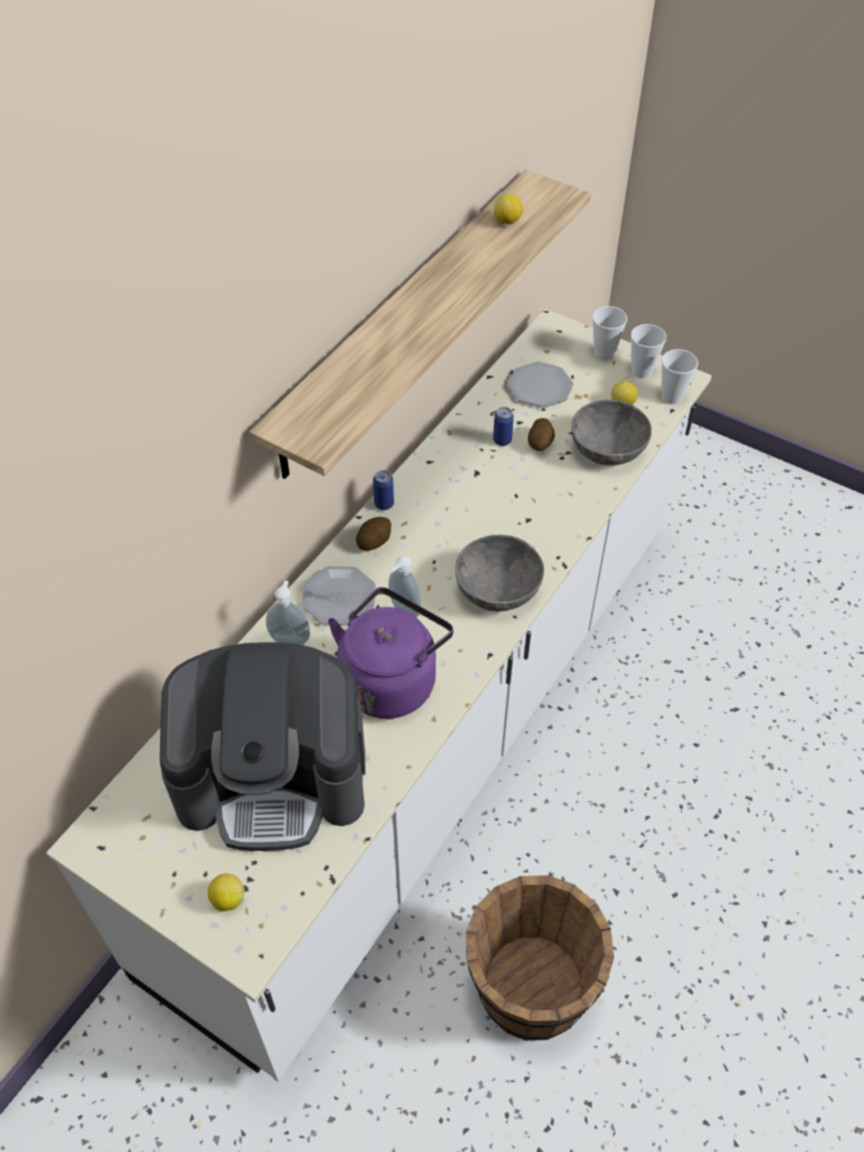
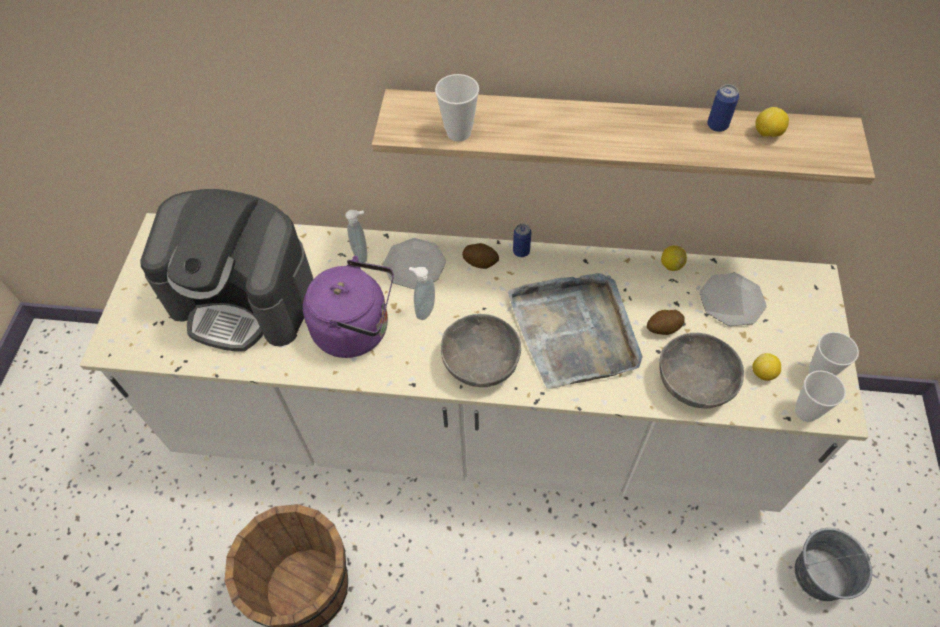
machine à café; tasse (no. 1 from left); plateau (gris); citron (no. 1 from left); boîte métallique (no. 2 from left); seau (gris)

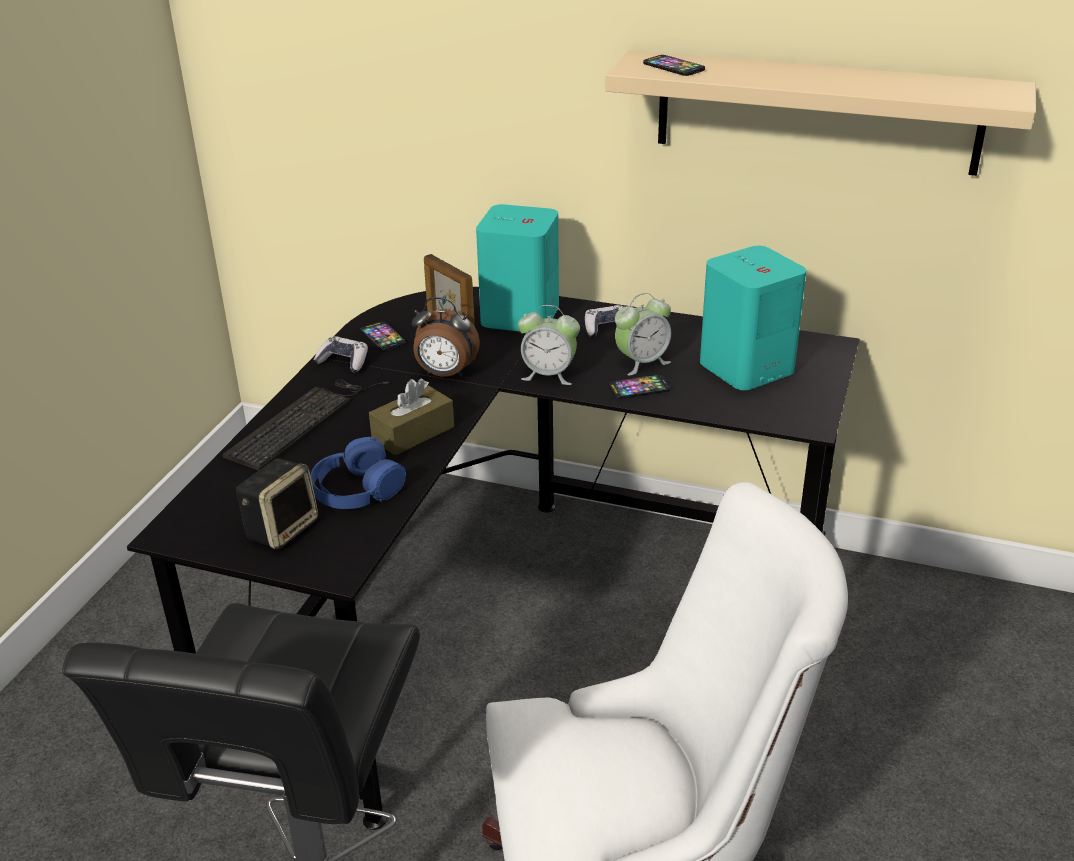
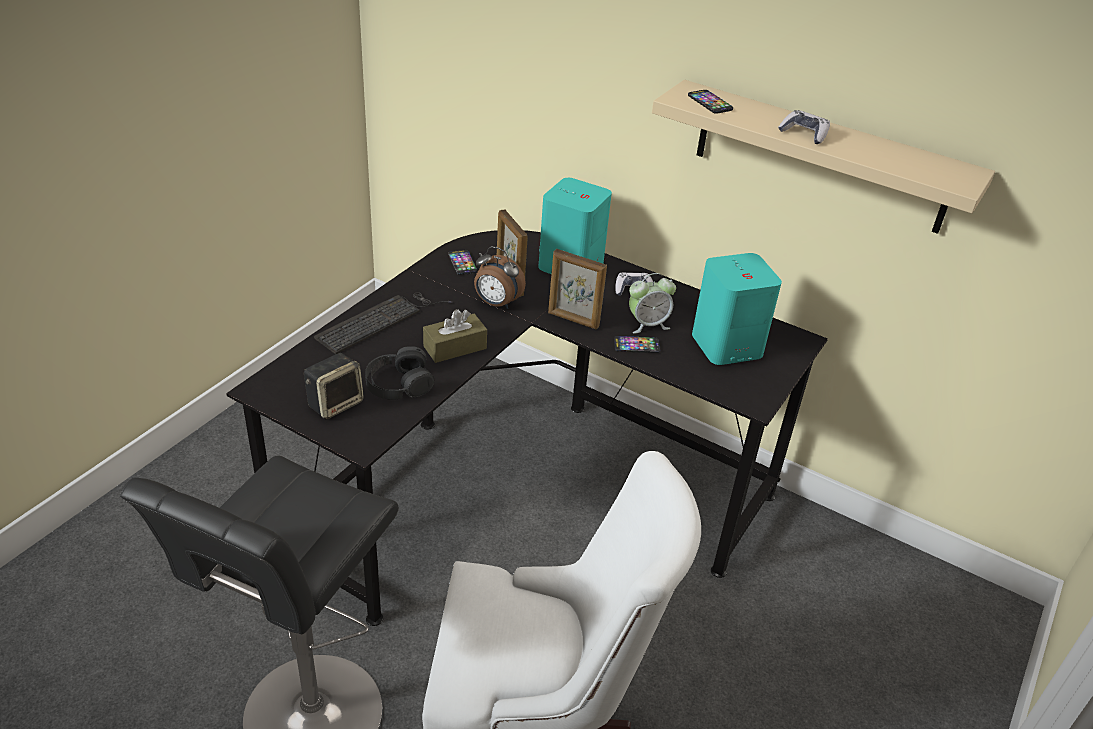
casque audio (noir); cadre photo (no. 2 from left); manette (no. 2 from left)

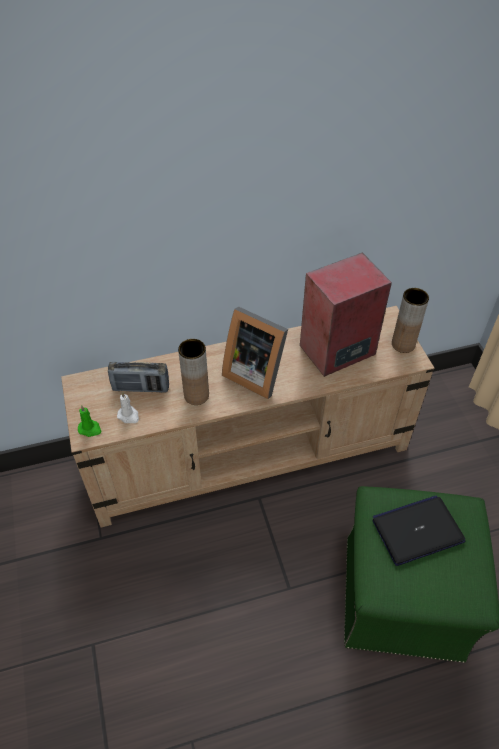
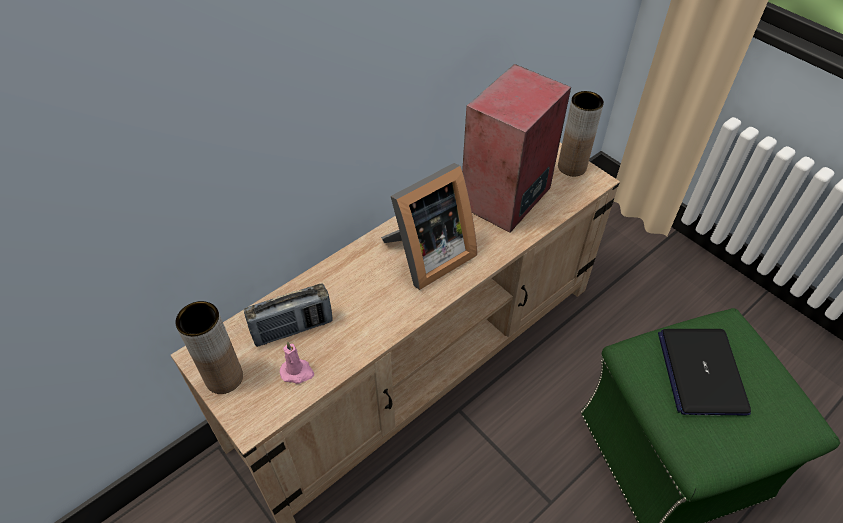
vase (marron) (no. 1 from left); bougie (rose); cadre photo; ordinateur portable; bougie (vert)

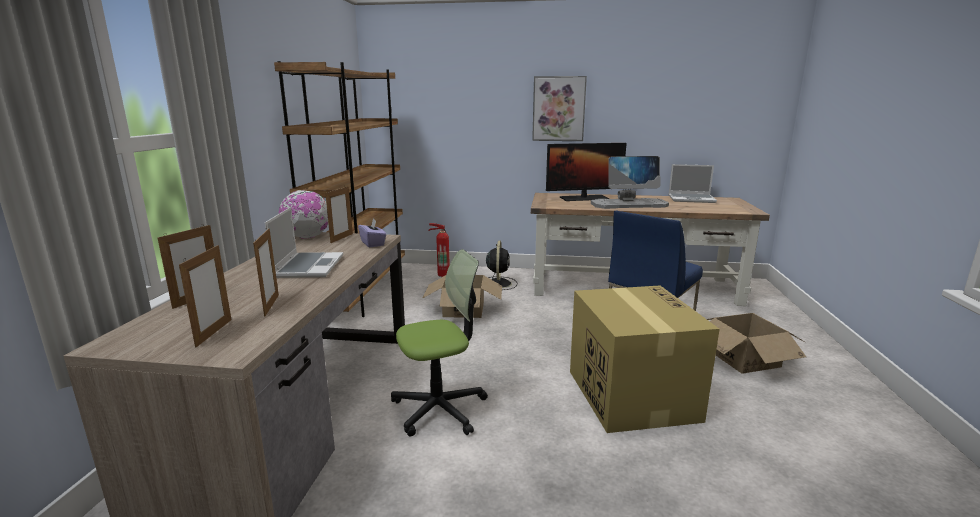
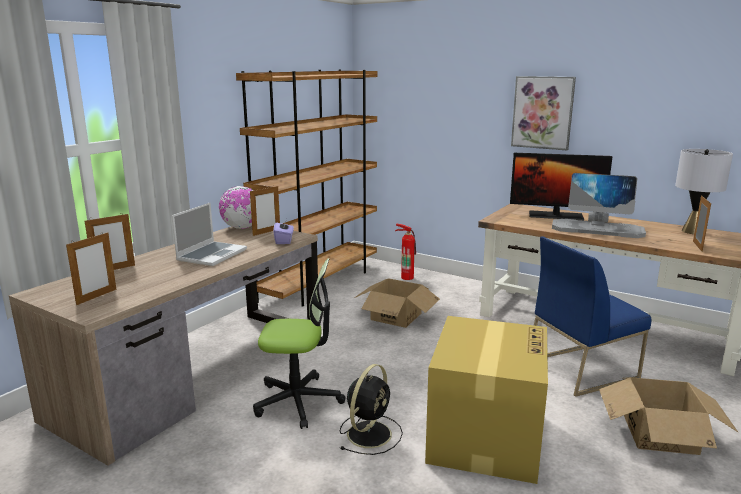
ventilateur (noir); lampe de table (gris); cadre photo (no. 4 from left)

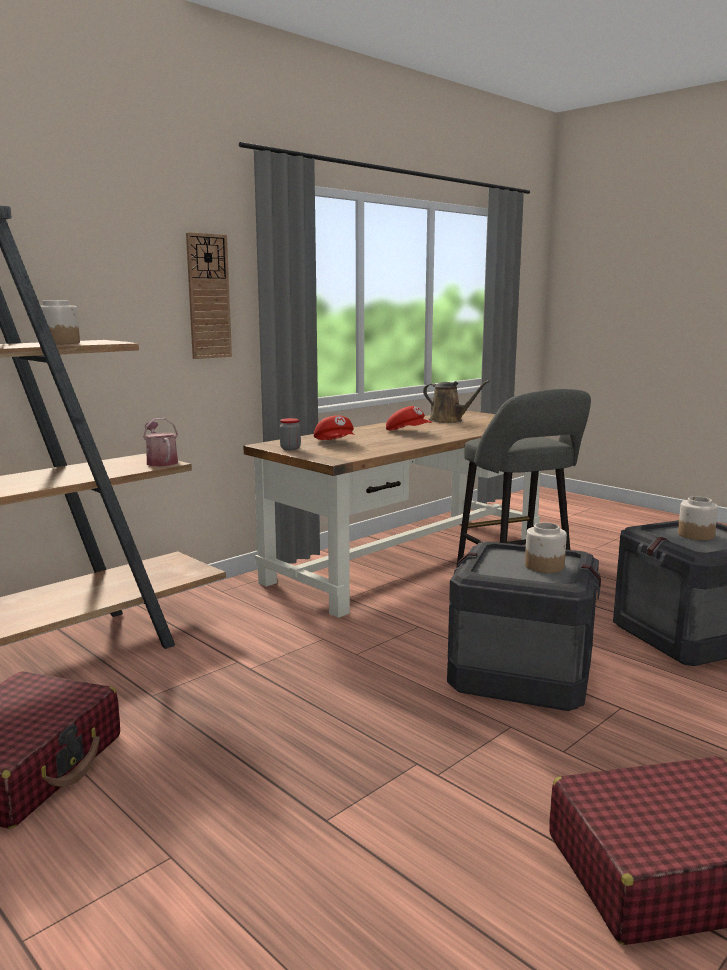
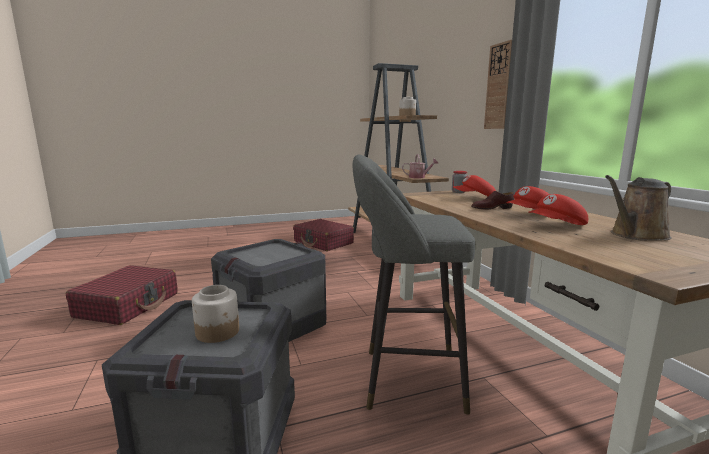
chaussure (marron); casquette (rouge) (no. 3 from left); bocal (no. 3 from left in the first image)

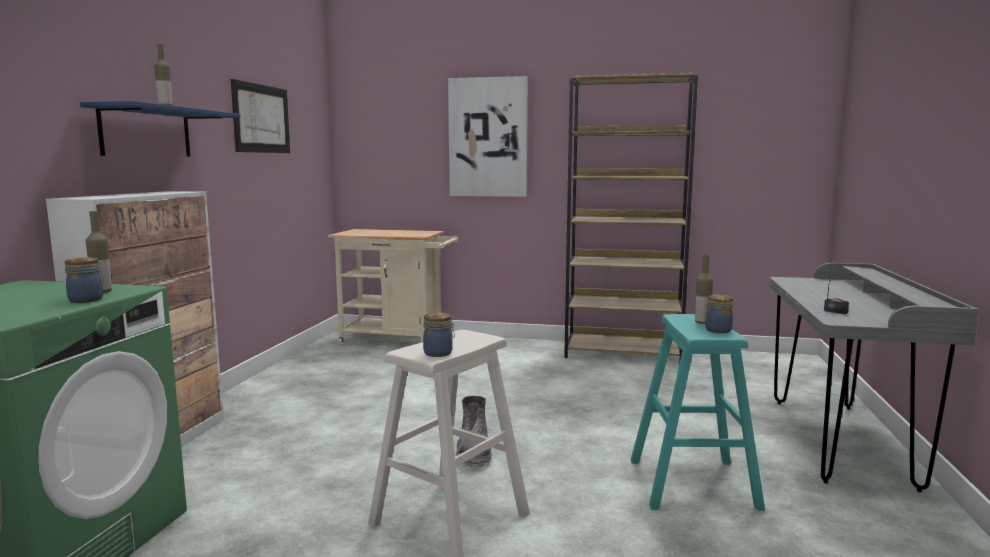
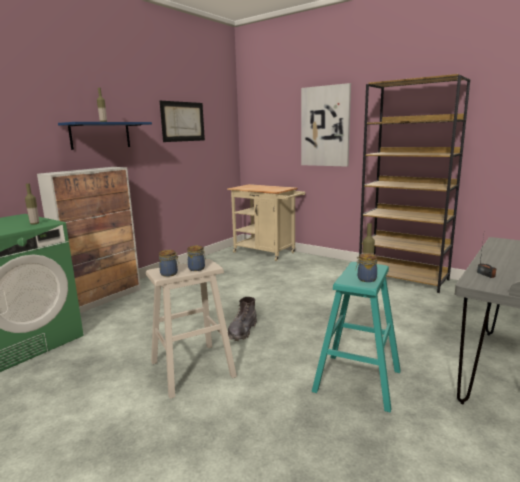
bocal (no. 2 from left)

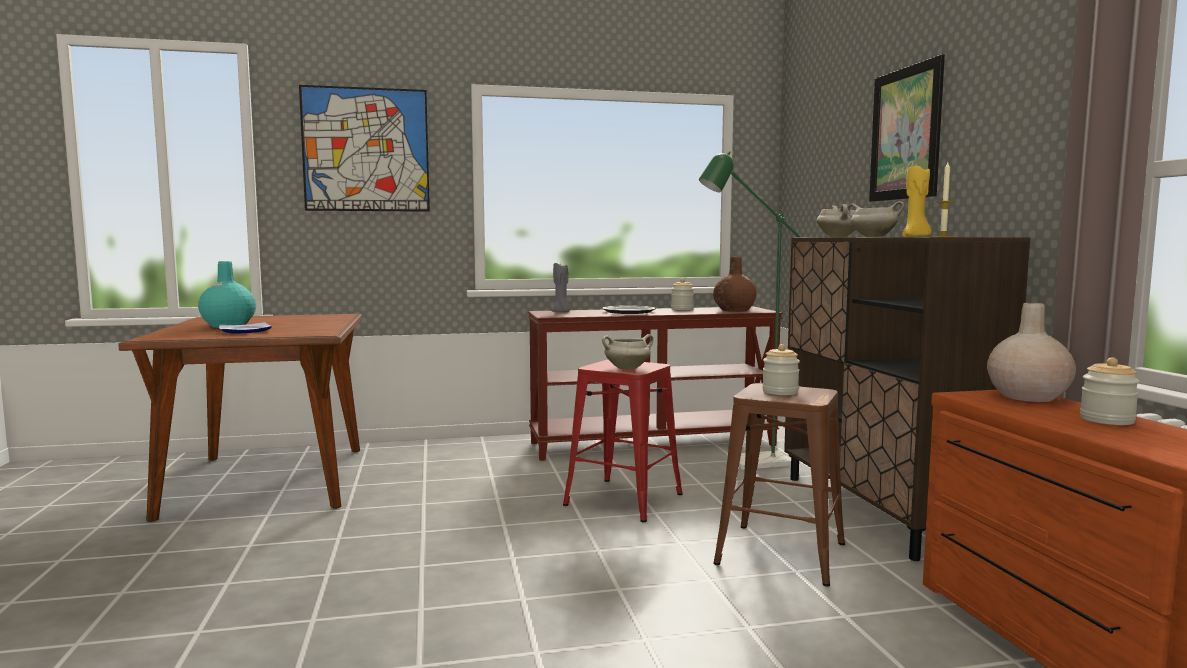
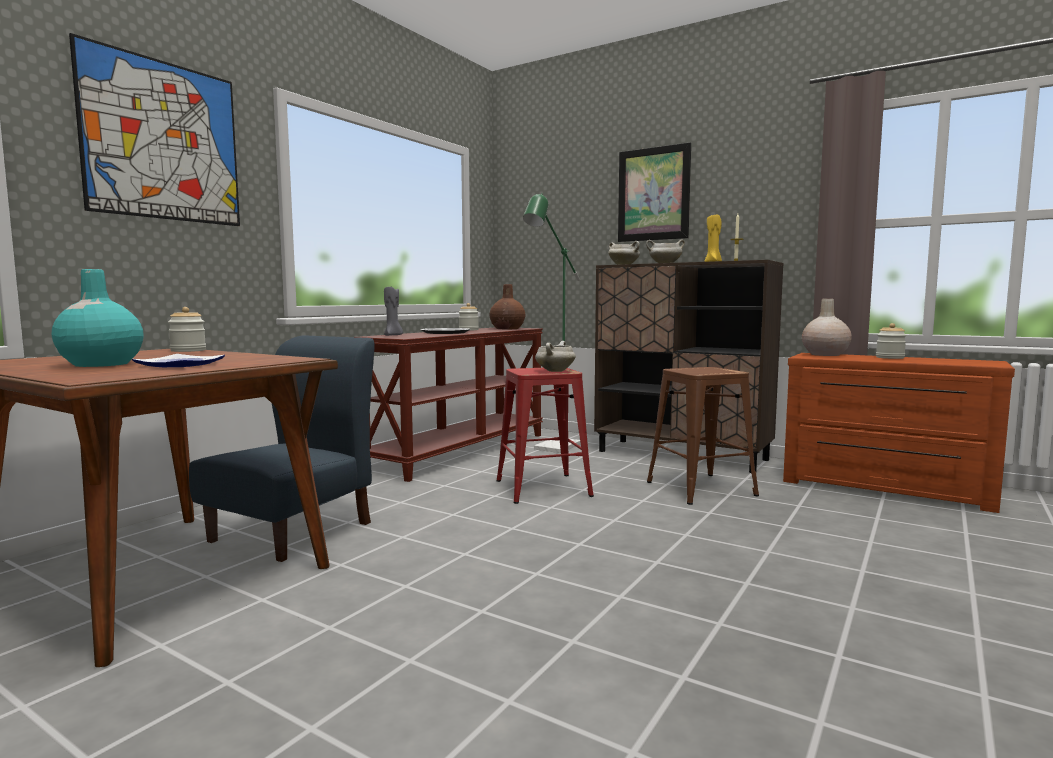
bocal (no. 1 from left); chaise (bleu)

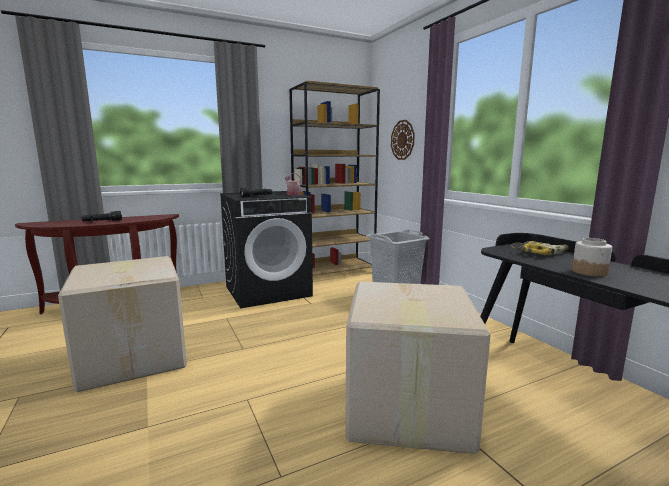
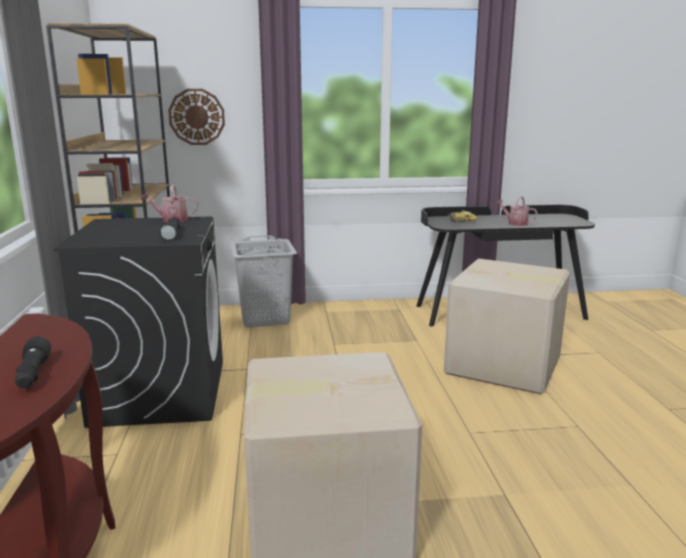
arrosoir (no. 2 from left)

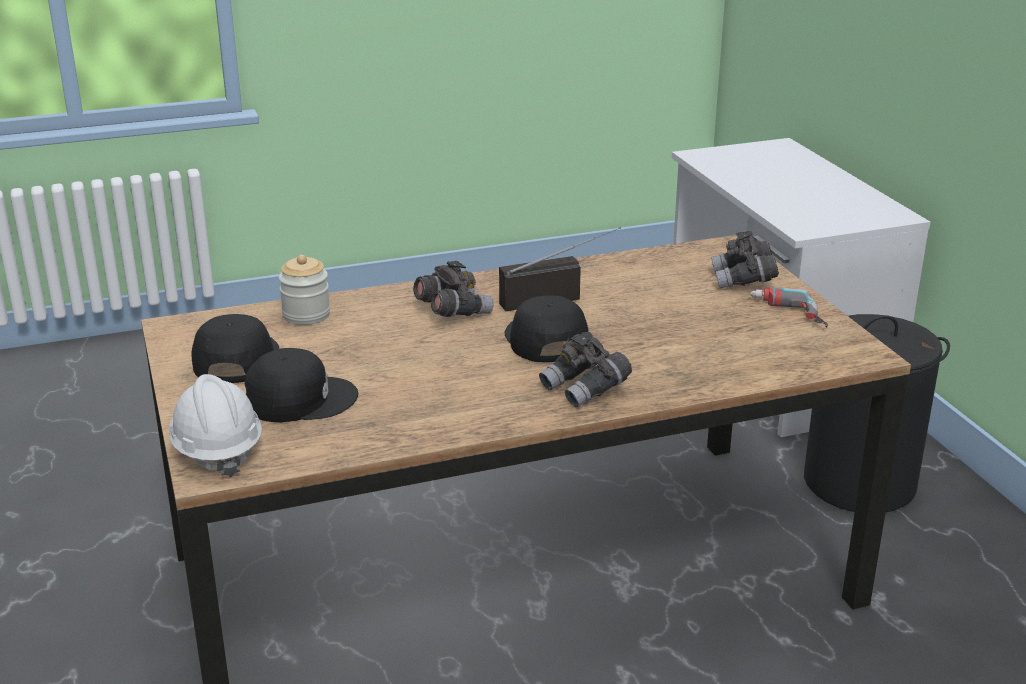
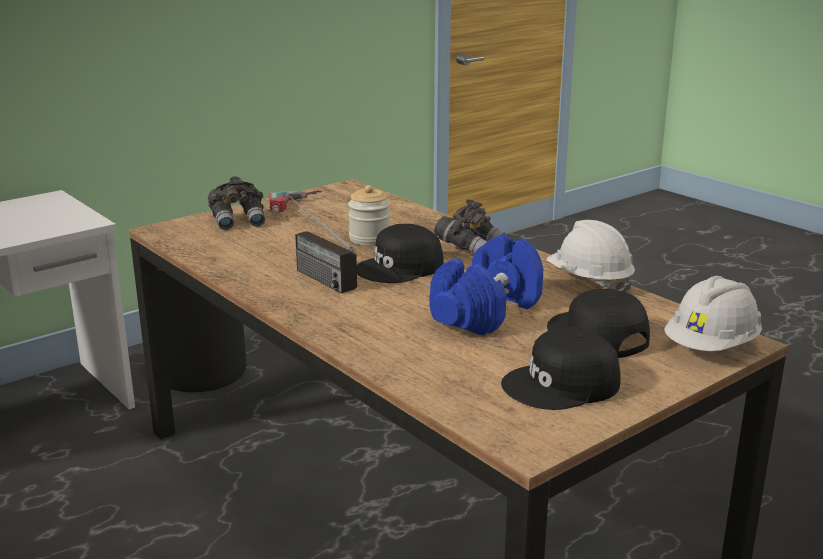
bocal; haltère (bleu); casque de chantier (blanc) (no. 1 from left); jumelles (gris) (no. 1 from left in the first image)

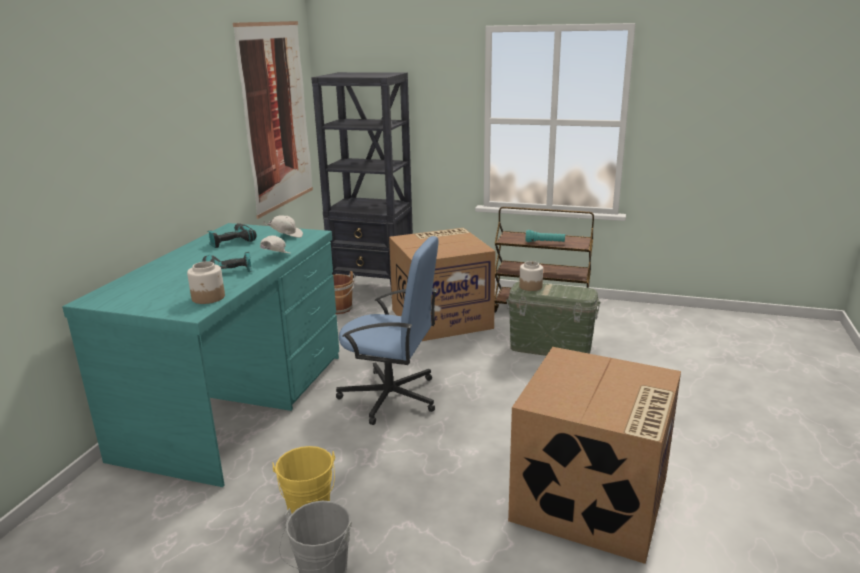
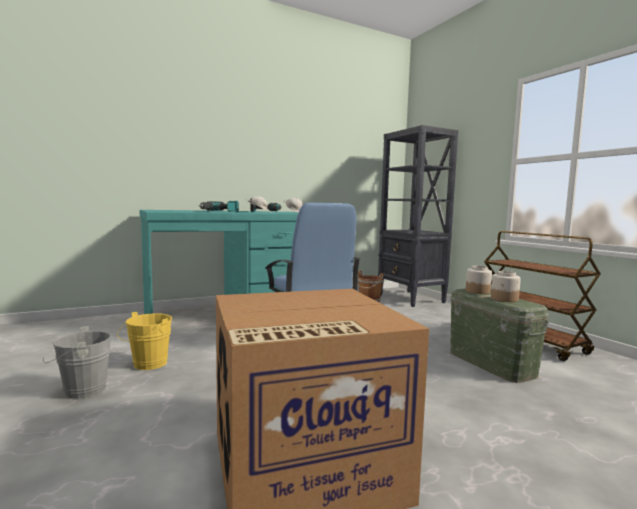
bocal (no. 2 from left); tableau; carton (no. 1 from left in the first image); lampe de poche (turquoise)

